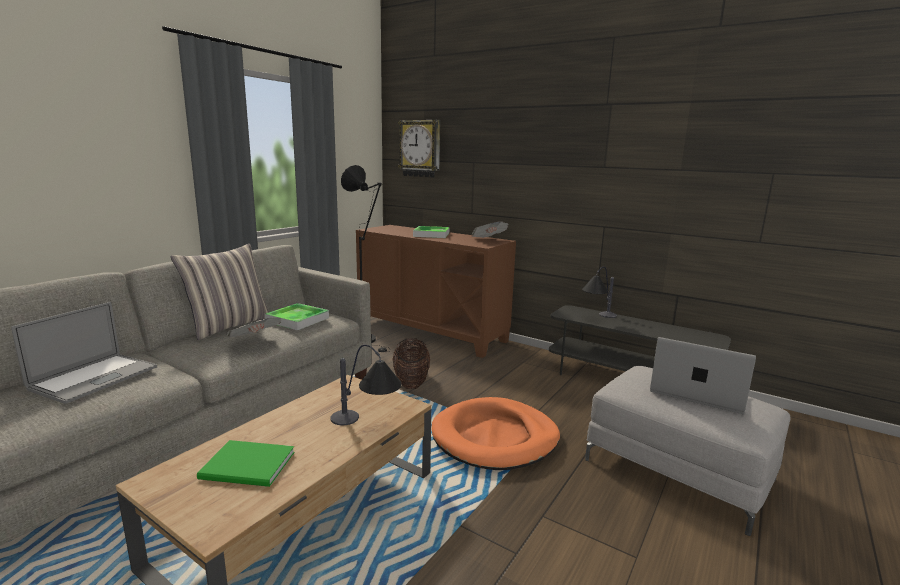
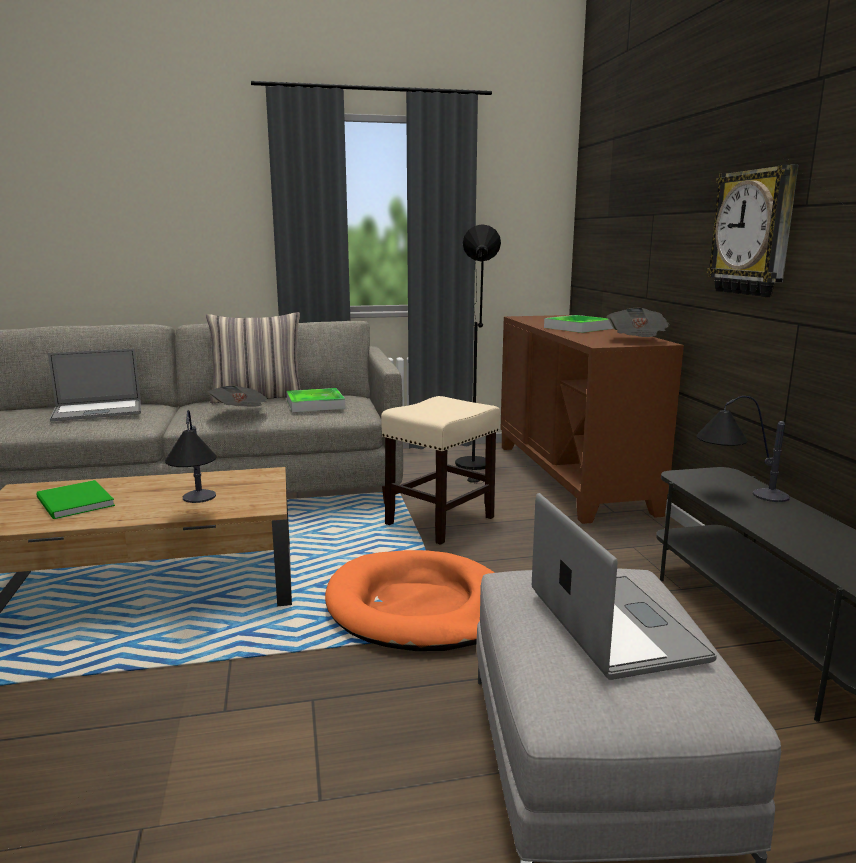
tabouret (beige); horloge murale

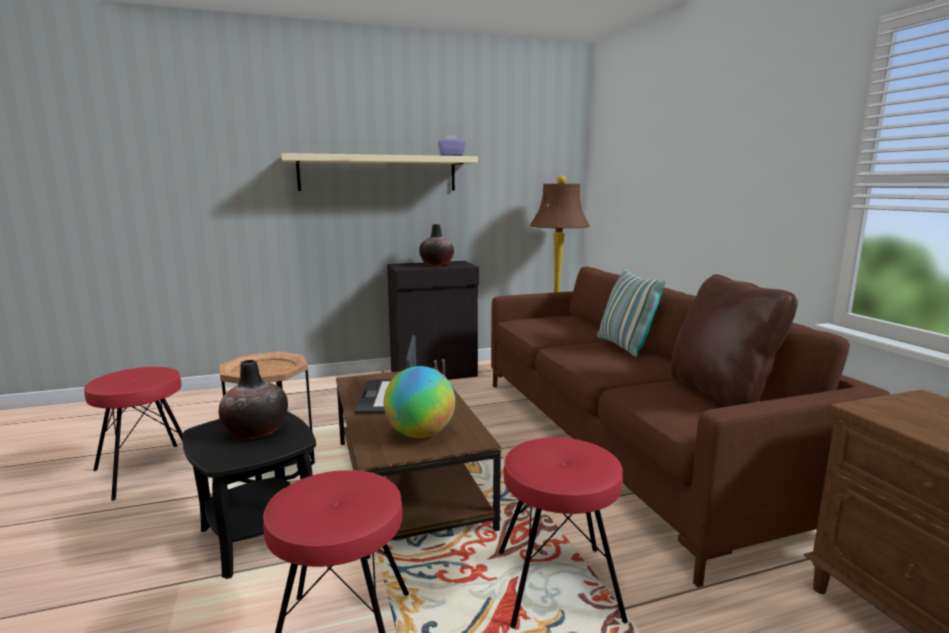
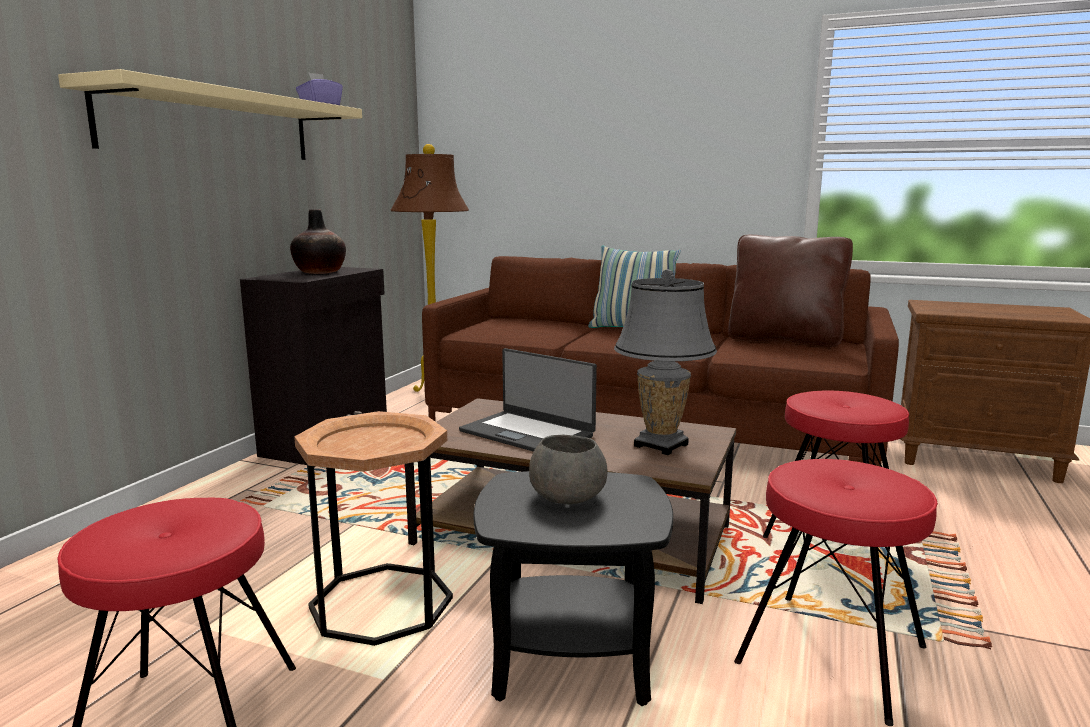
bol (gris); lampe de table (gris)

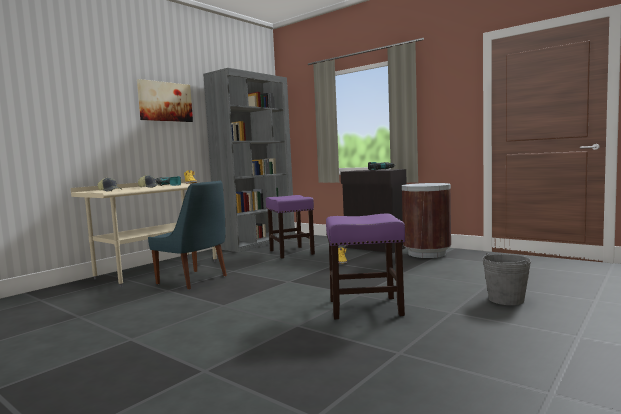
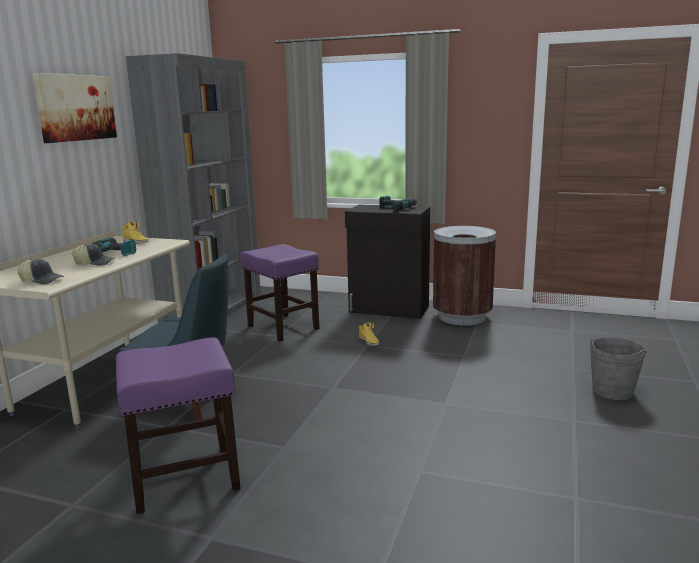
tabouret (violet) (no. 1 from left)

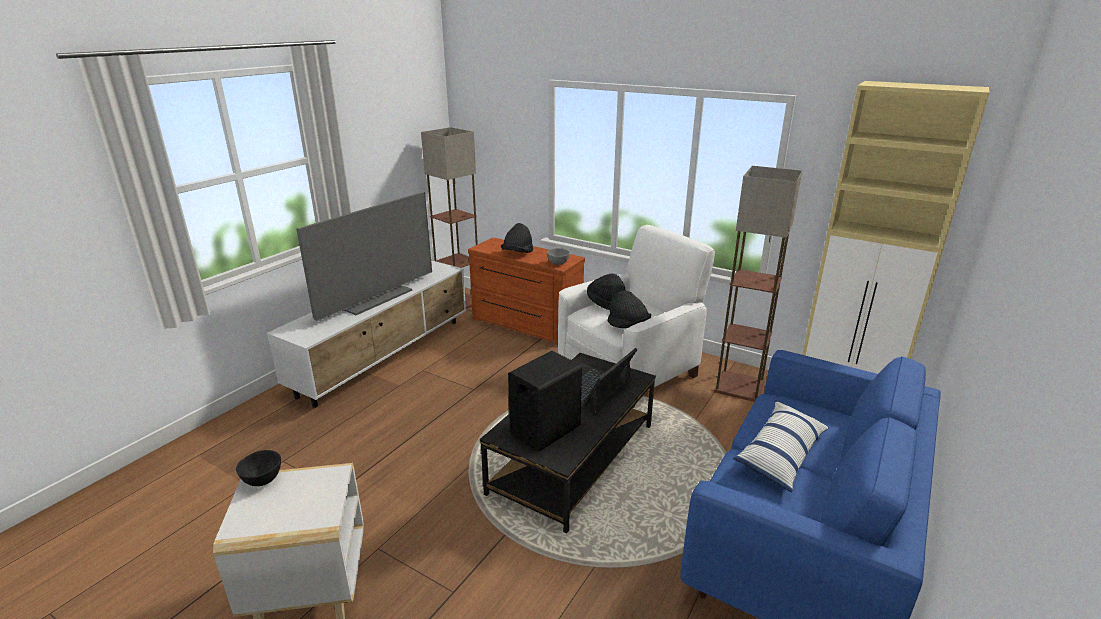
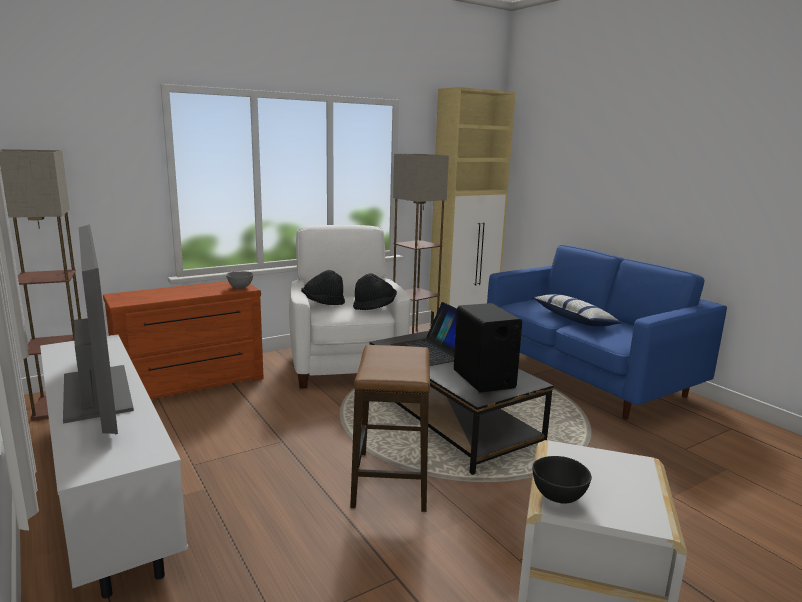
tabouret; chapeau (noir) (no. 1 from left in the first image)

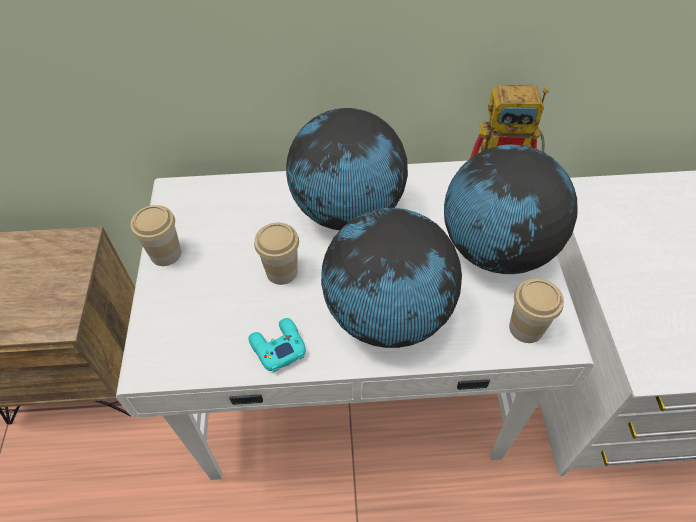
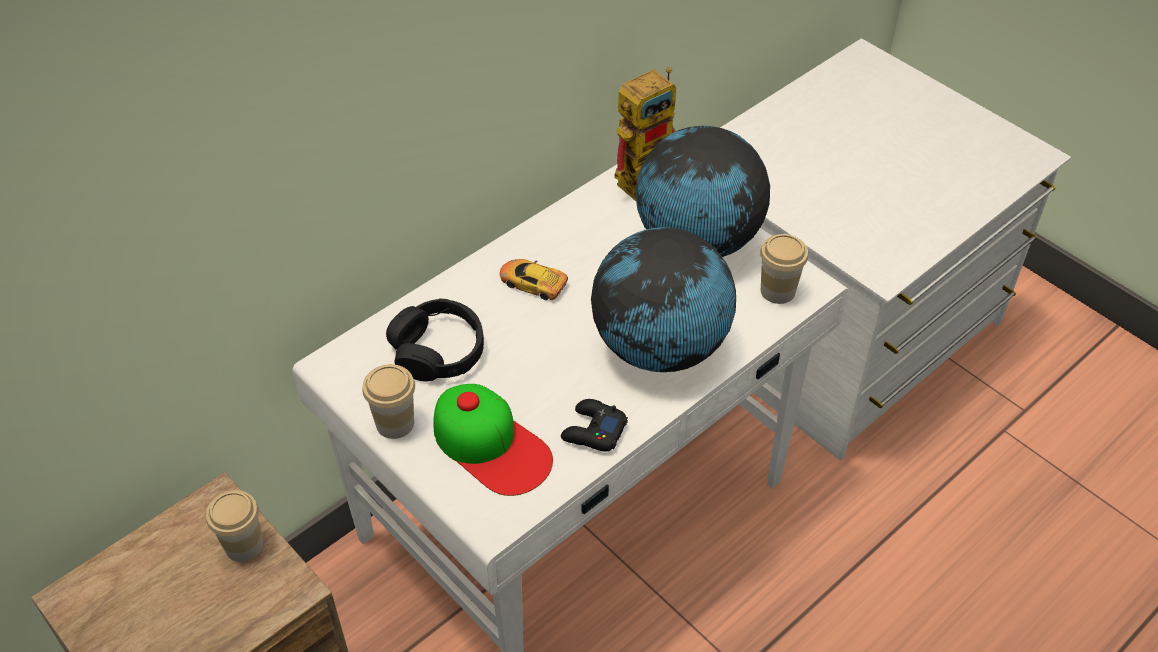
tasse (no. 1 from left); casque audio (noir); casquette; petite voiture; manette (noir)

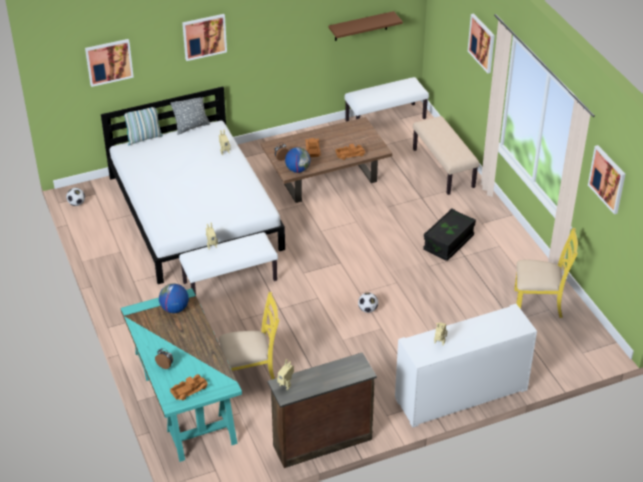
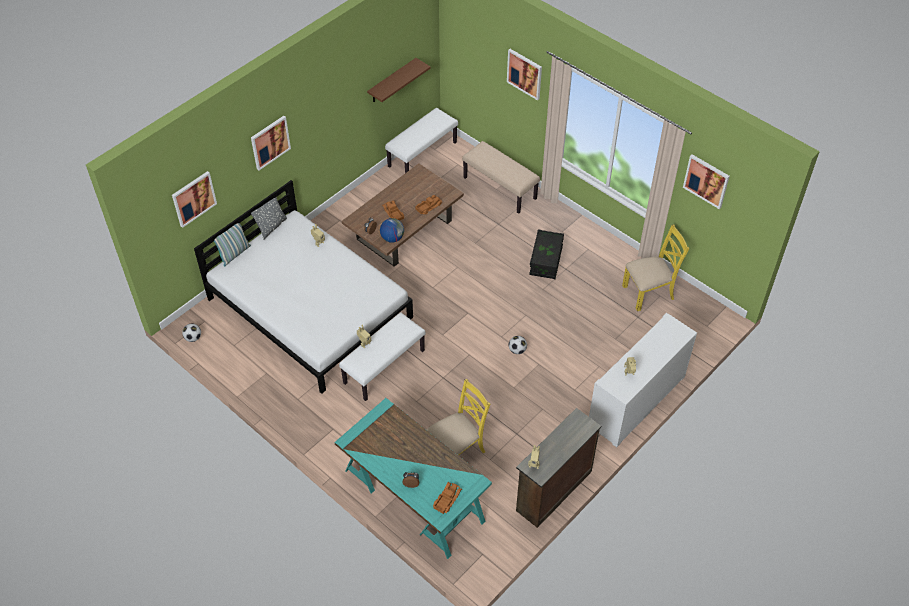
globe (no. 1 from left in the first image)

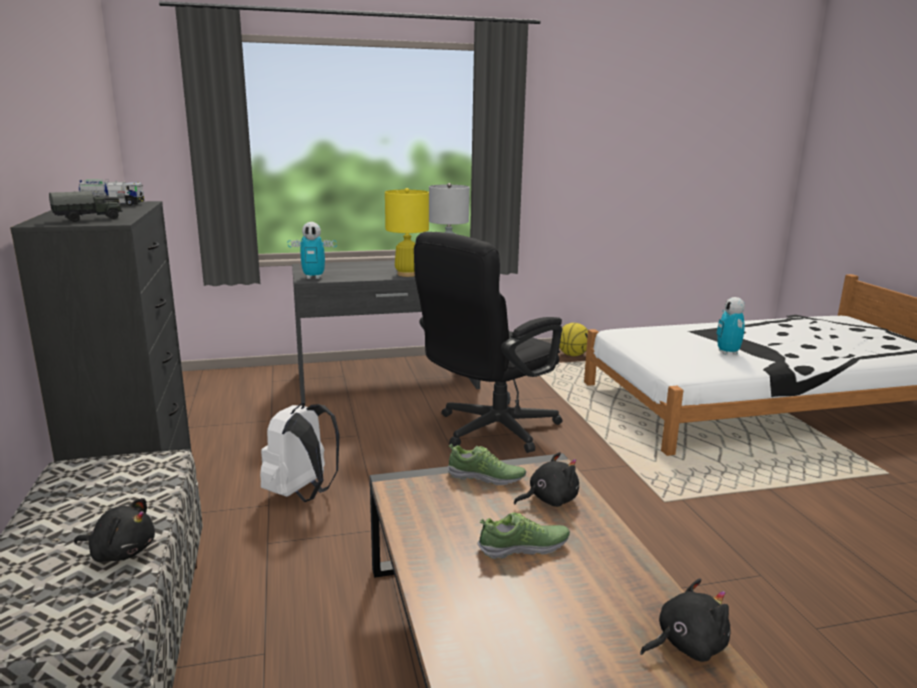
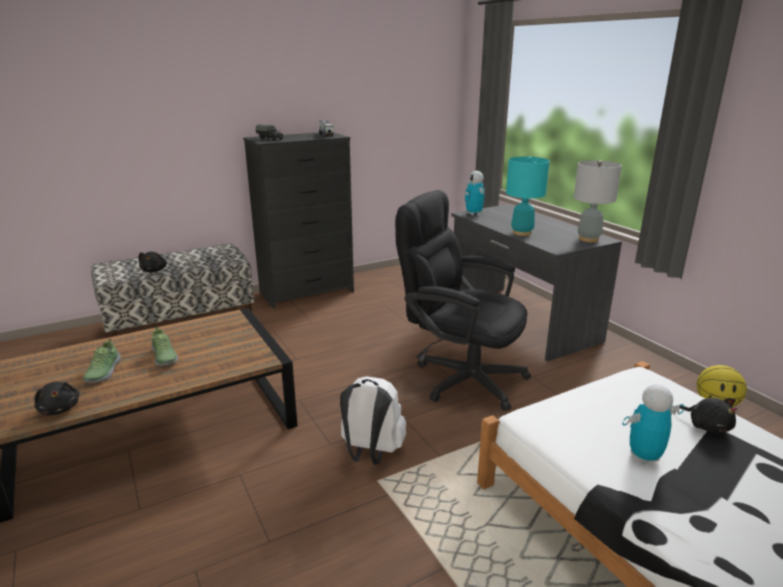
chaussure (no. 1 from left); sac à dos (blanc); lampe de table (turquoise); peluche (noir) (no. 3 from left)

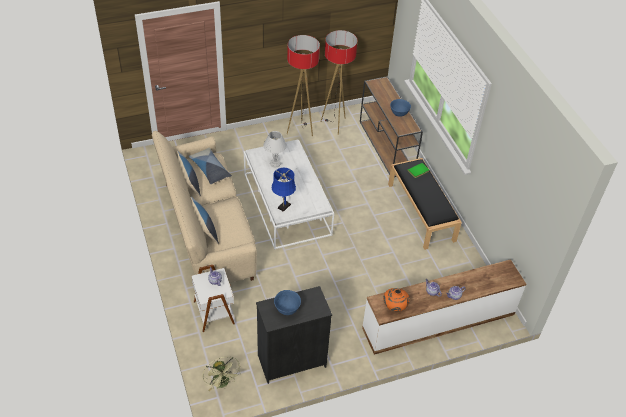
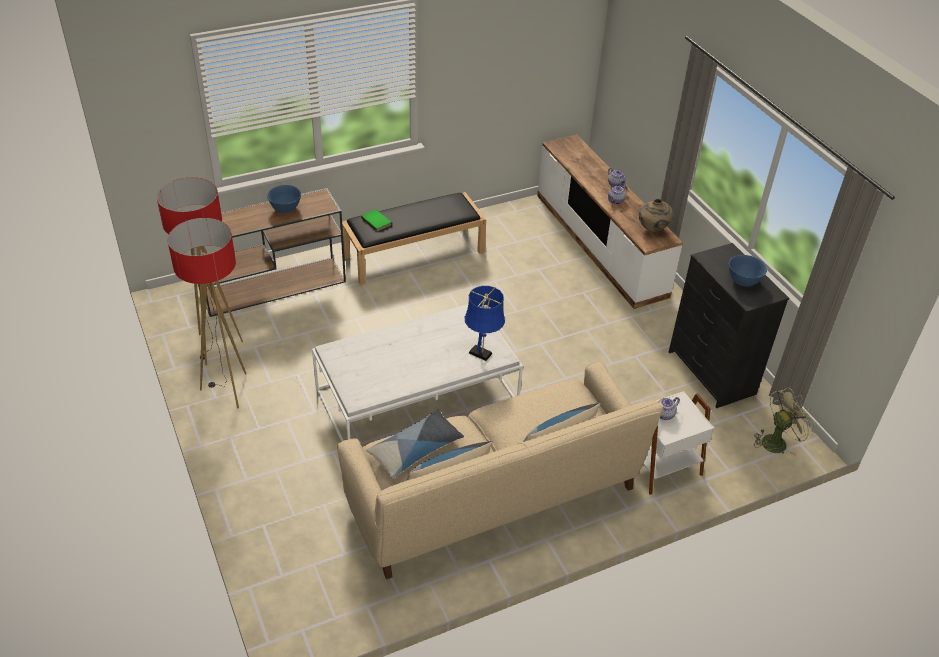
vase (beige); lampe de table (blanc)

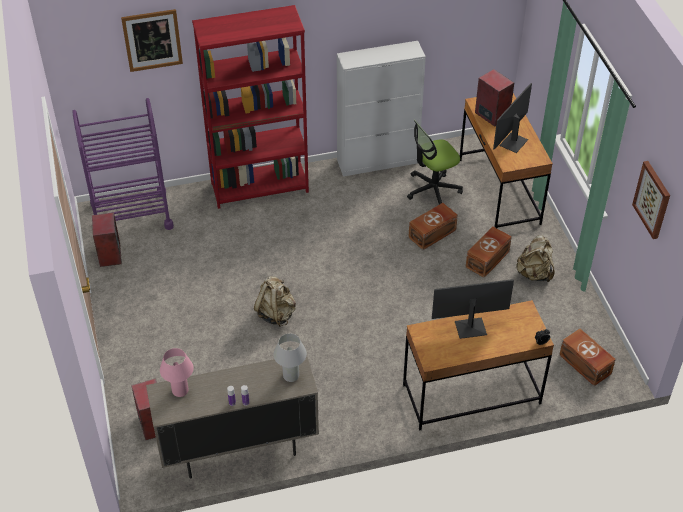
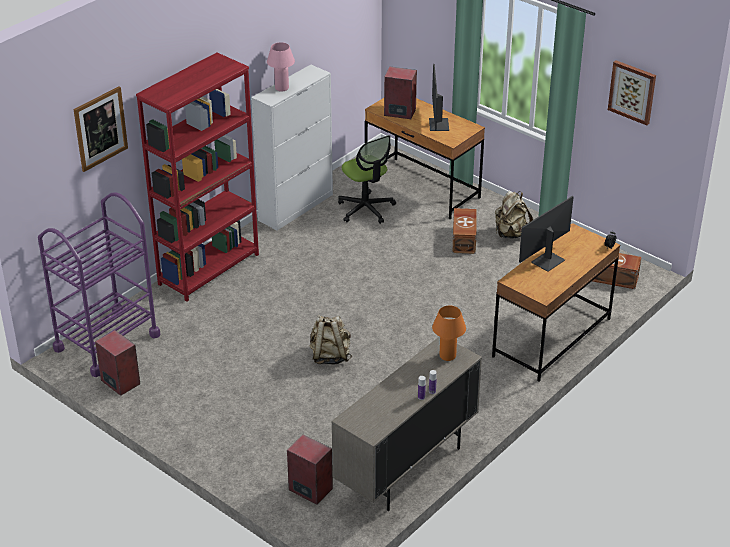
lampe de table (rose); chaise de bureau; lampe de table (orange); boîte de rangement (marron) (no. 1 from left in the first image)

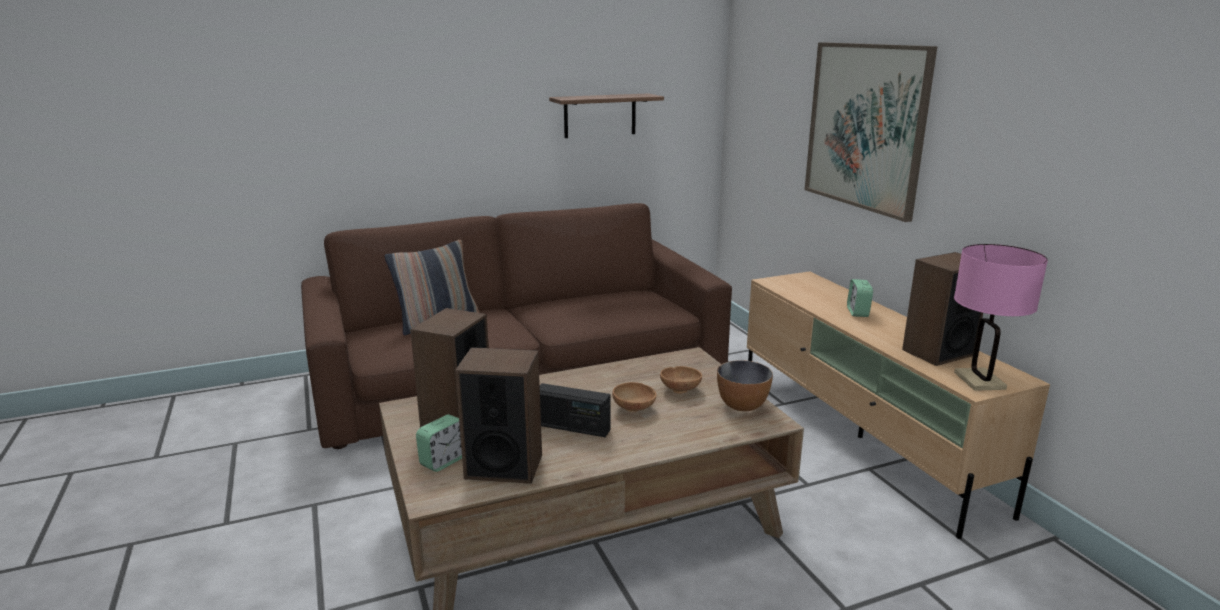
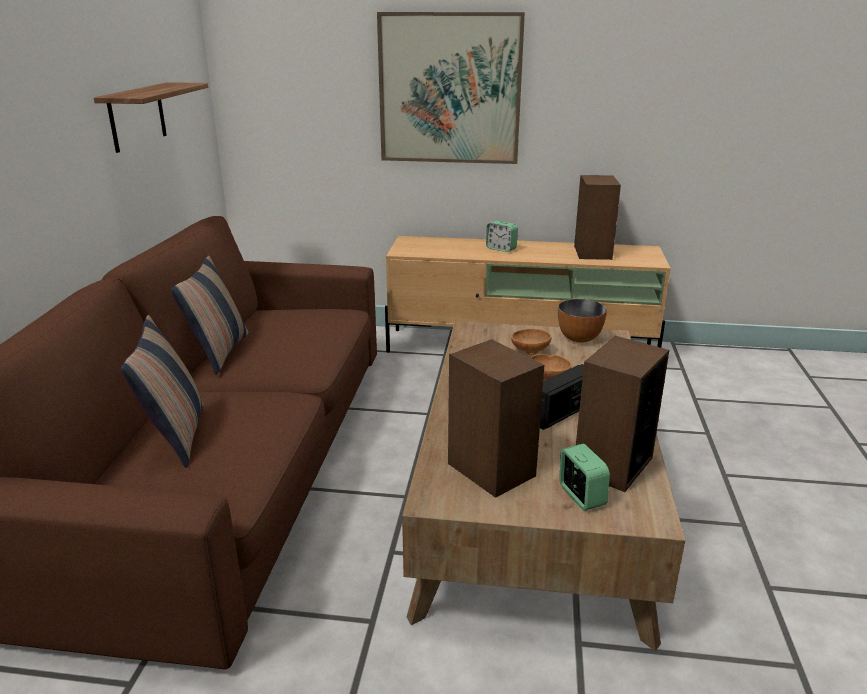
coussin (no. 2 from left); lampe de table (rose)

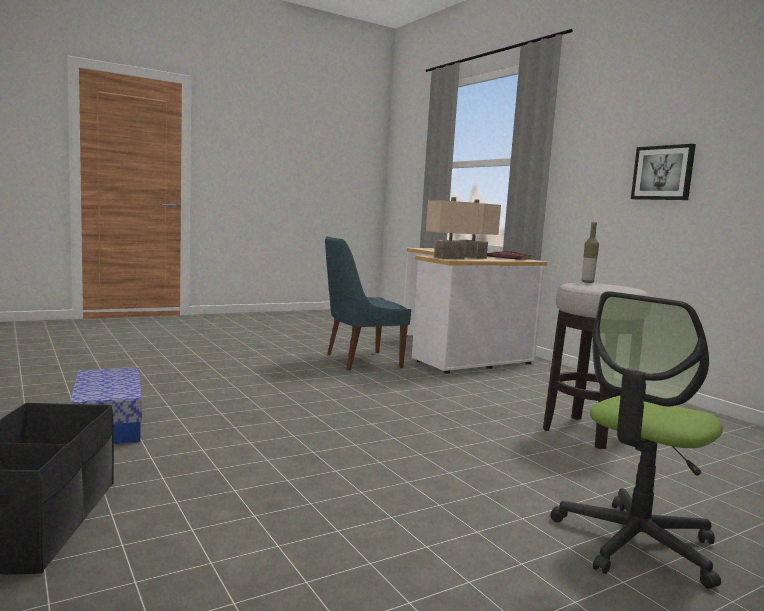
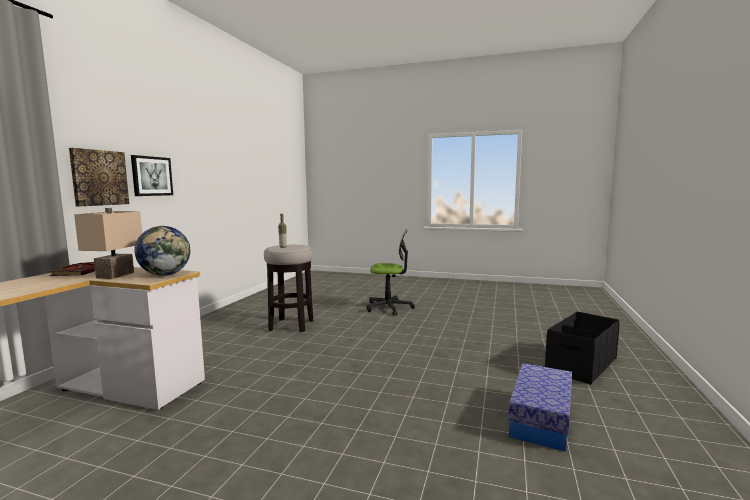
tableau (no. 1 from left); globe; chaise (bleu)

